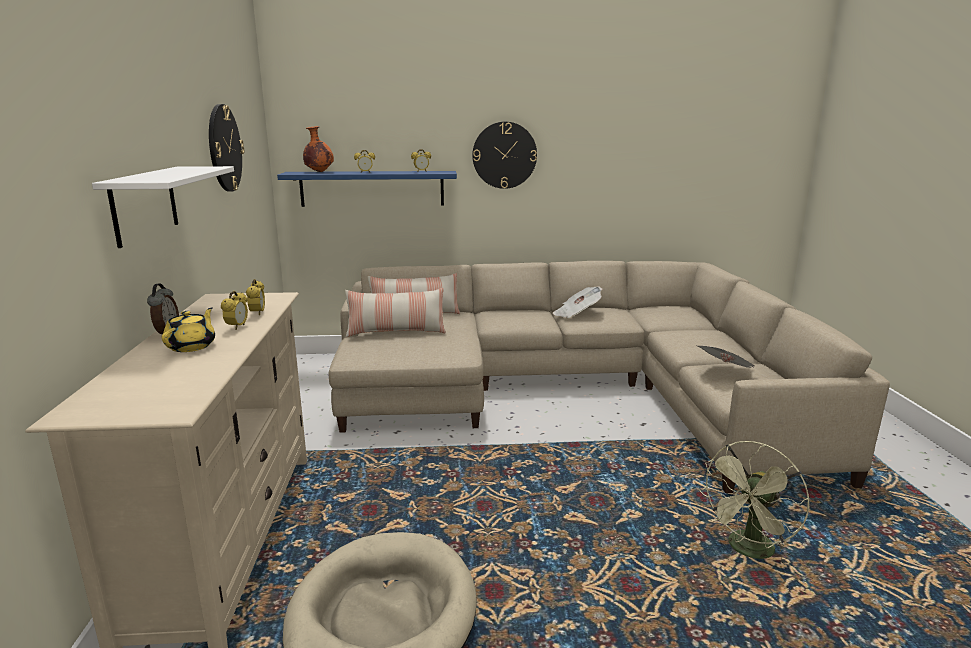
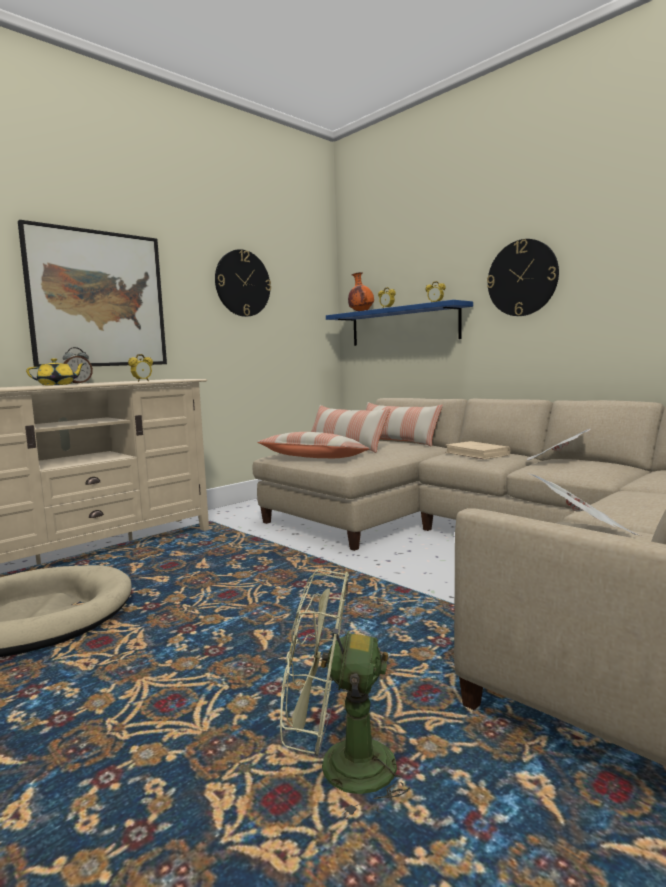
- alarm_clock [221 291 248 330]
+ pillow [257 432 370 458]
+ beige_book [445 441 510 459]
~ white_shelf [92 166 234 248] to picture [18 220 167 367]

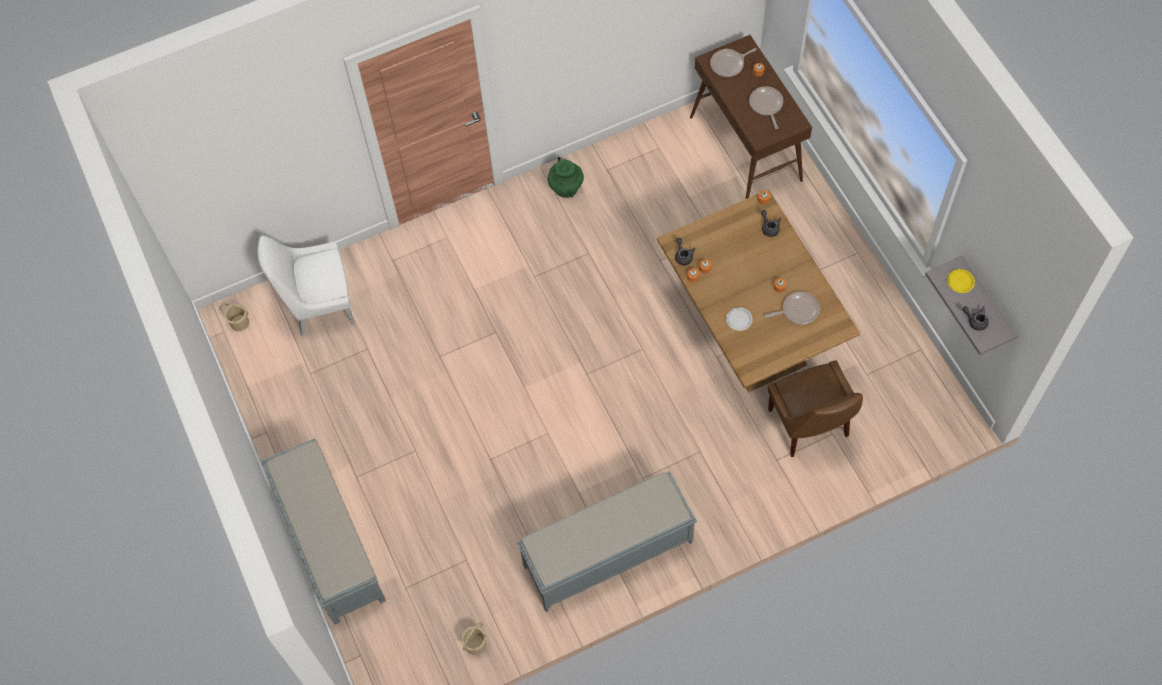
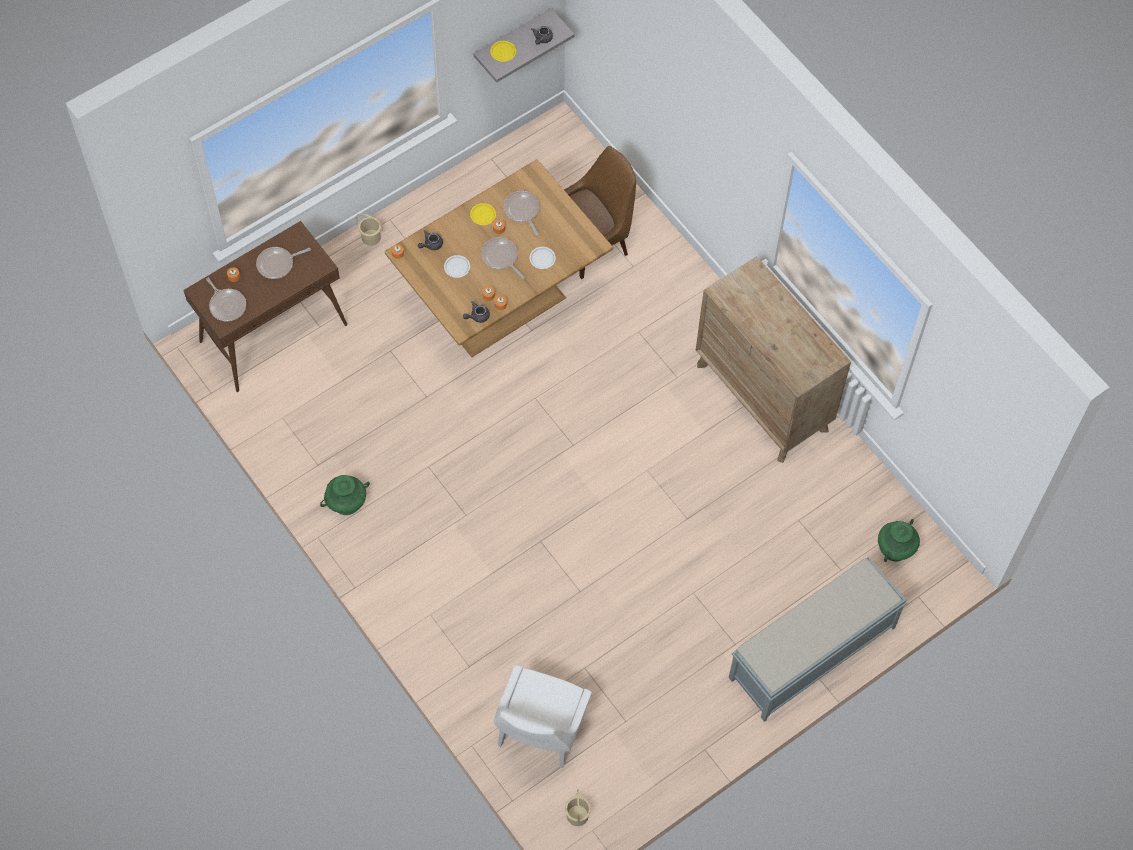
+ white_plate [444 255 470 278]
+ yellow_plate [470 203 496 225]
+ frying_pan [481 237 525 279]
+ green_vase [878 519 920 562]
~ beige_bucket [461 622 486 655] to [356 214 383 246]
~ grey_bench [517 471 697 612] to brown_dresser [696 256 851 463]
~ white_chair [257 236 354 336] = [494 665 592 768] 45 degrees clockwise

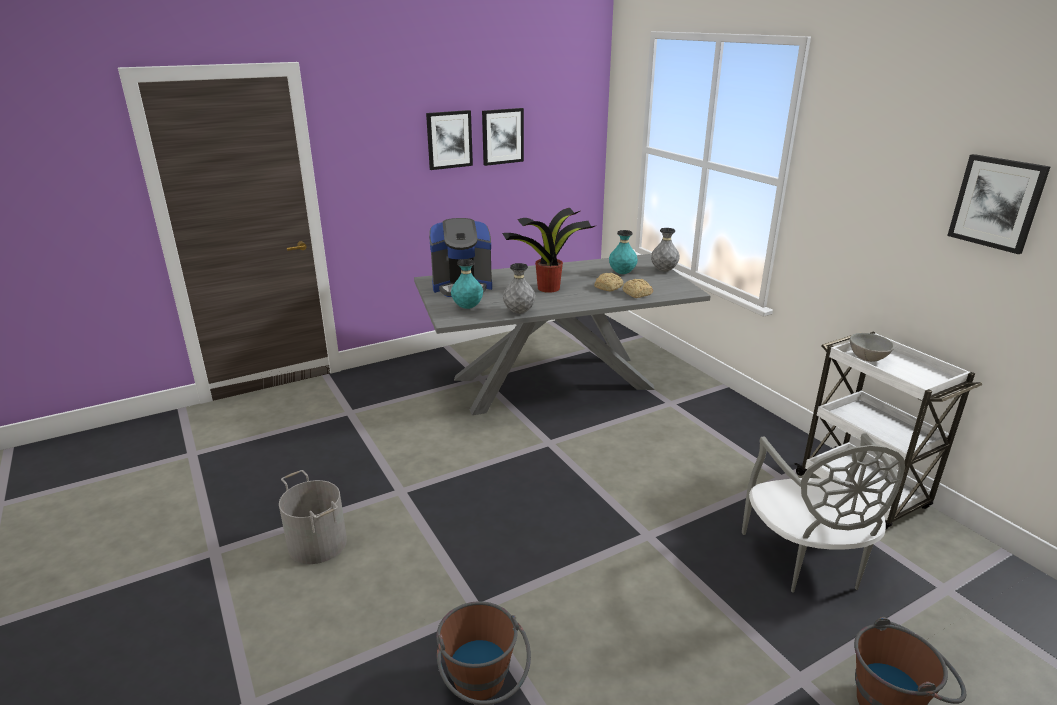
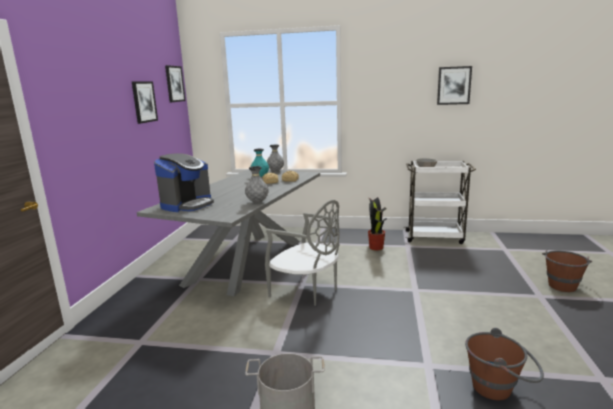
- turquoise_vase [451 259 483 309]
~ picture [426 110 473 170] to [165 65 185 102]
~ potted_plant [502 208 595 293] to [368 197 387 251]
~ grey_chair [742 434 905 593] to [265 200 340 306]

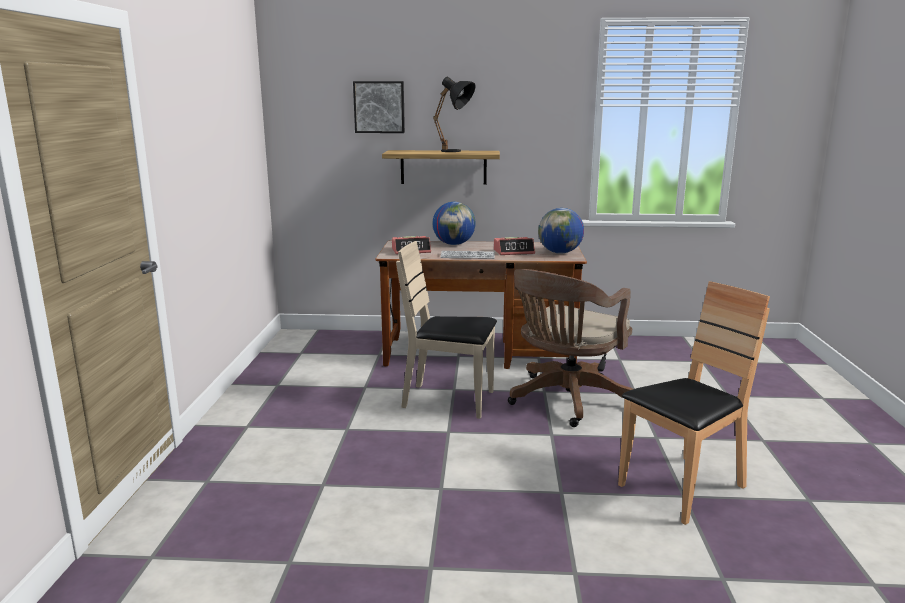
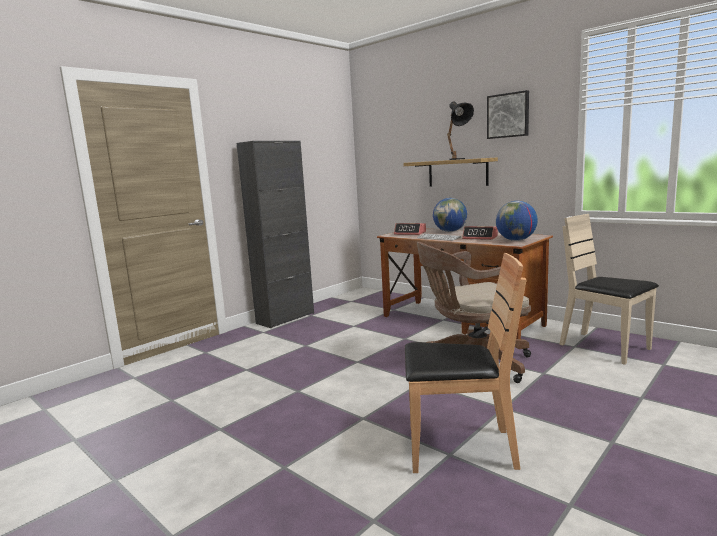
+ black_cabinet [237 141 314 328]
~ picture [353 81 405 133] to [487 90 529 139]
~ beige_chair [396 241 497 419] to [560 214 659 365]

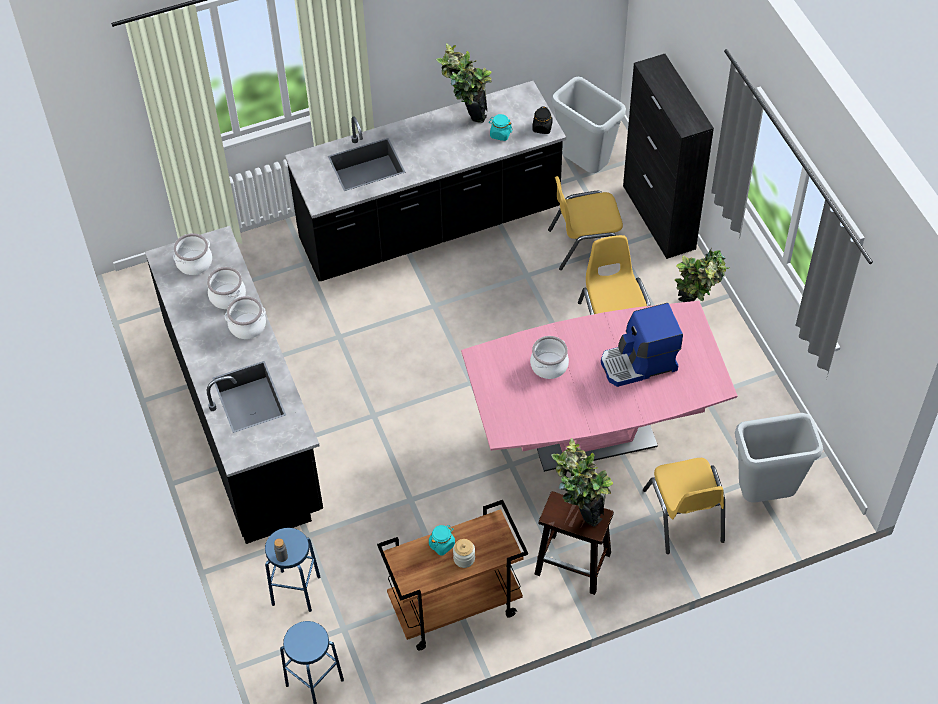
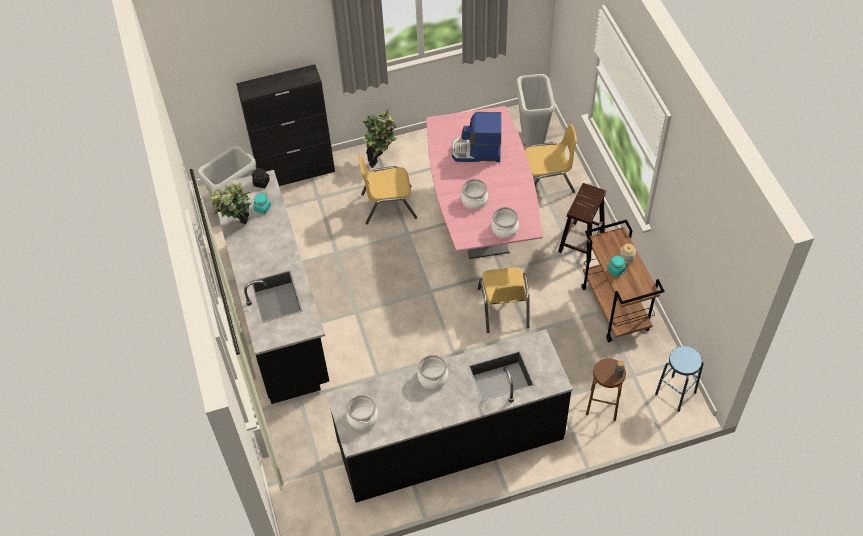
- potted_plant [551 438 613 527]
~ cooking_pot [207 267 246 309] to [491 207 519 238]
~ yellow_chair [548 176 623 270] to [478 267 530 333]
~ blue_stool [265 528 321 612] to brown_stool [586 358 626 421]
~ coffee_machine [601 303 683 387] = [452 112 501 162] 105 degrees clockwise

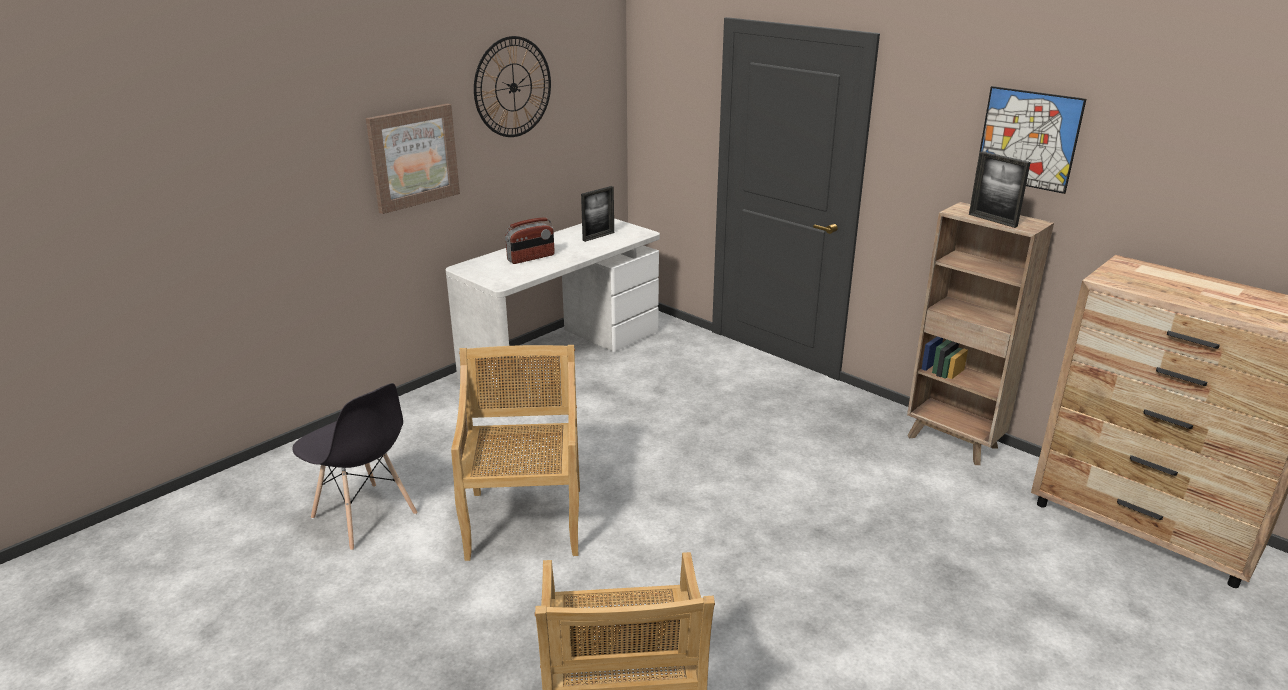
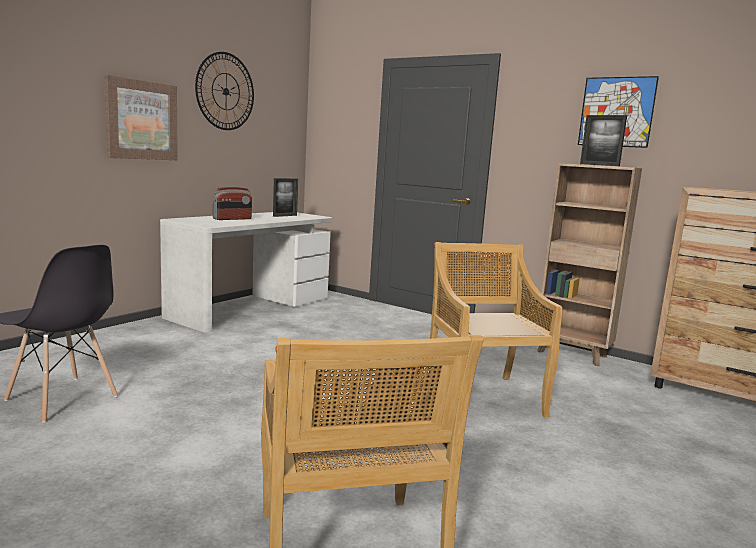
~ beige_chair [451 345 580 561] to [429 242 562 417]

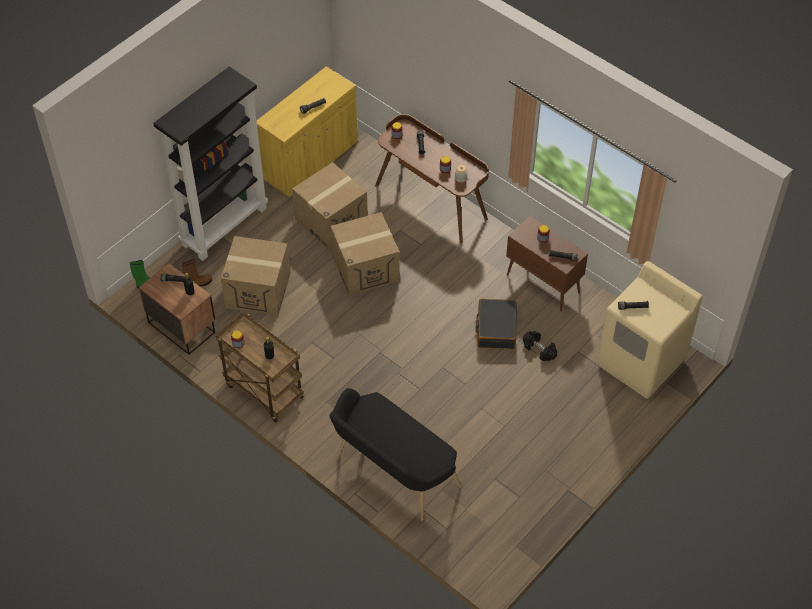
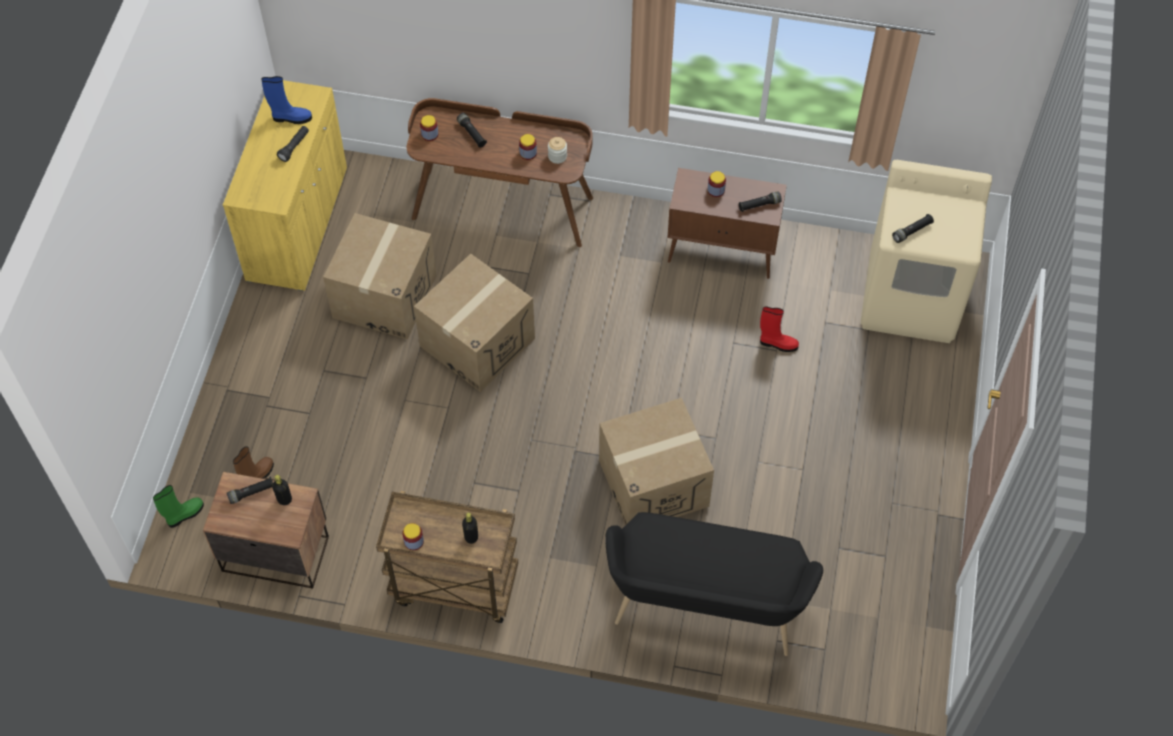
- black_bookcase [153 66 268 261]
- black_suitcase [476 299 517 349]
+ blue_boot [261 76 312 124]
~ cardboard_box [221 236 291 316] to [599 398 714 525]
~ black_dumbbell [523 331 557 362] to red_boot [760 306 799 352]

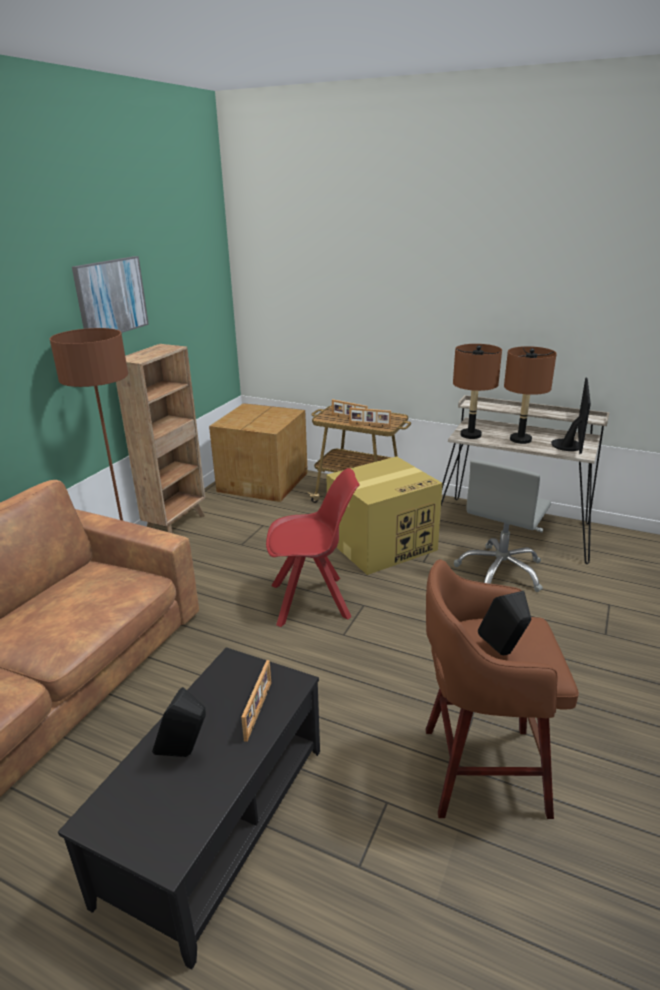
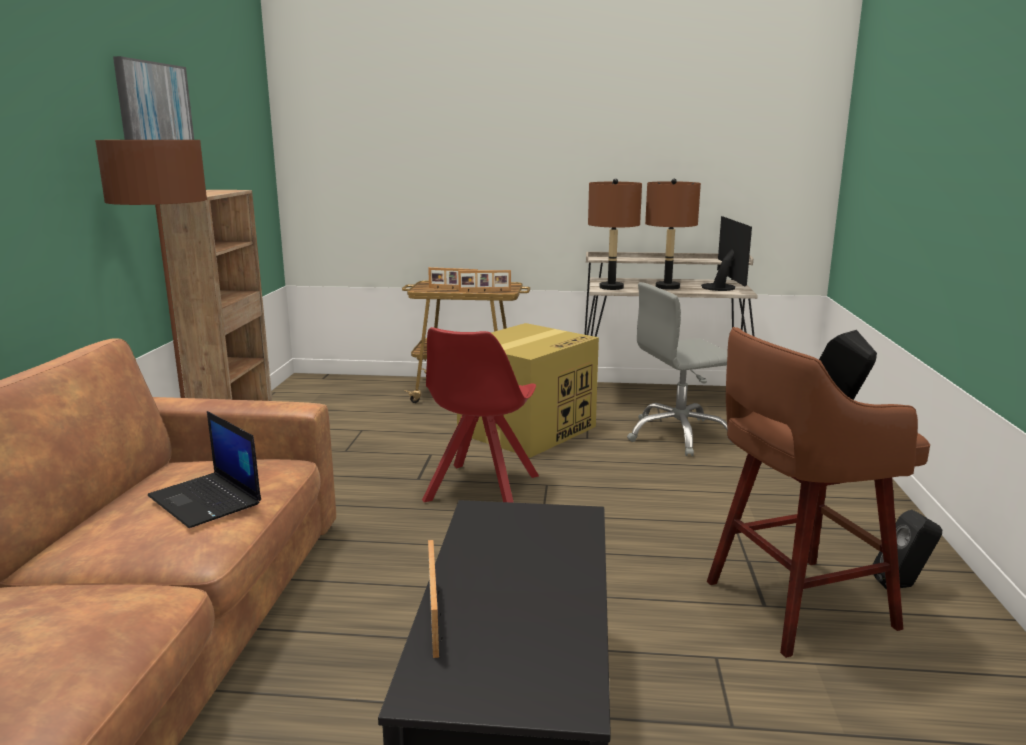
- cardboard_box [209 403 308 502]
+ laptop [148 411 261 528]
~ black_speaker [152 687 206 757] to [872 510 942 590]
~ picture_frame [241 660 271 742] to [428 540 443 658]
~ red_chair [266 468 359 627] = [422 327 539 503] 135 degrees clockwise
~ grey_office_chair [454 460 551 592] = [627 282 733 456] 60 degrees clockwise

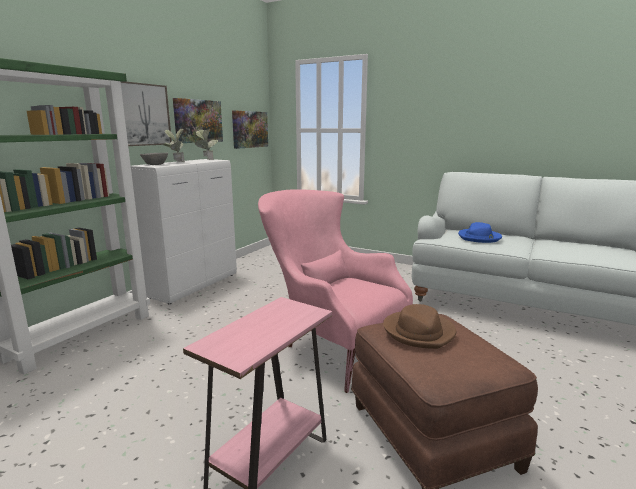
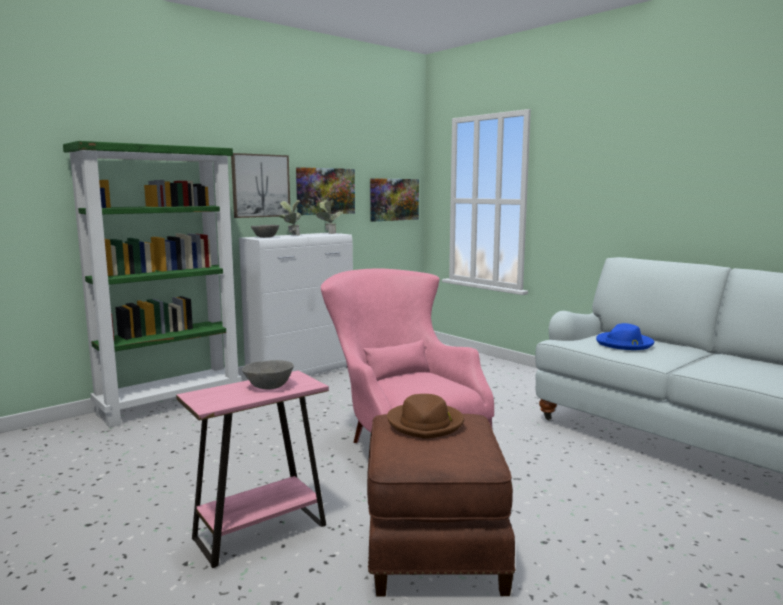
+ grey_bowl [242 360 294 389]

